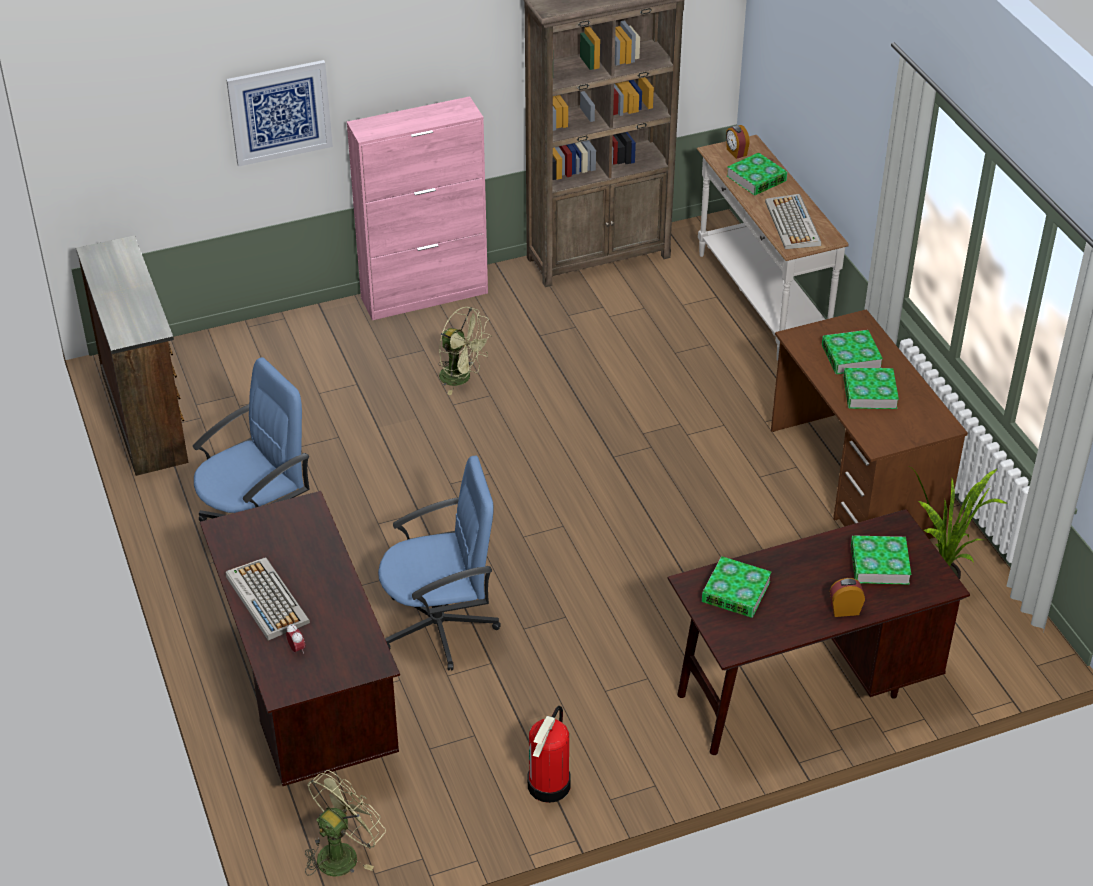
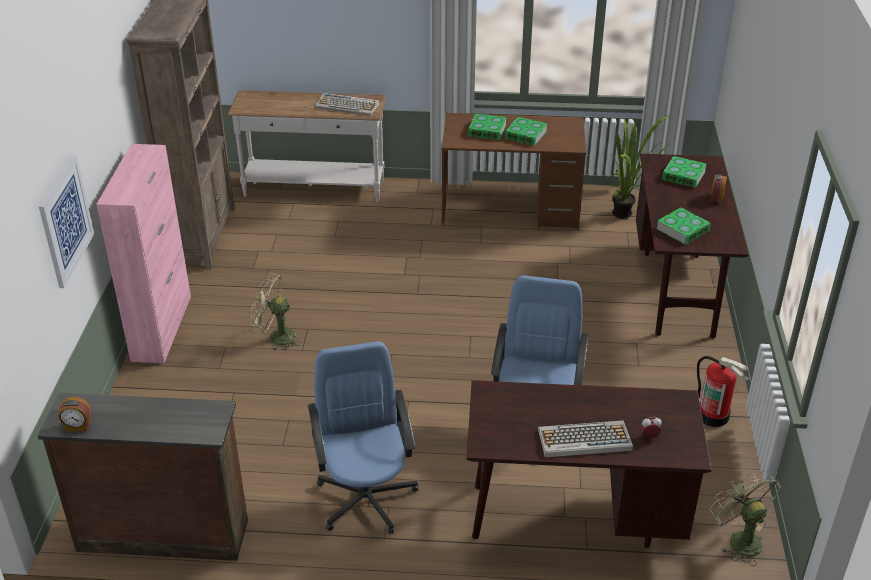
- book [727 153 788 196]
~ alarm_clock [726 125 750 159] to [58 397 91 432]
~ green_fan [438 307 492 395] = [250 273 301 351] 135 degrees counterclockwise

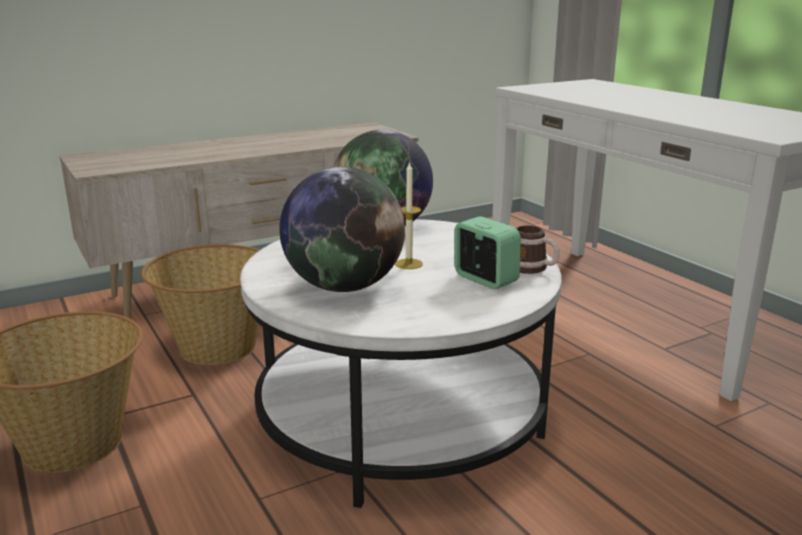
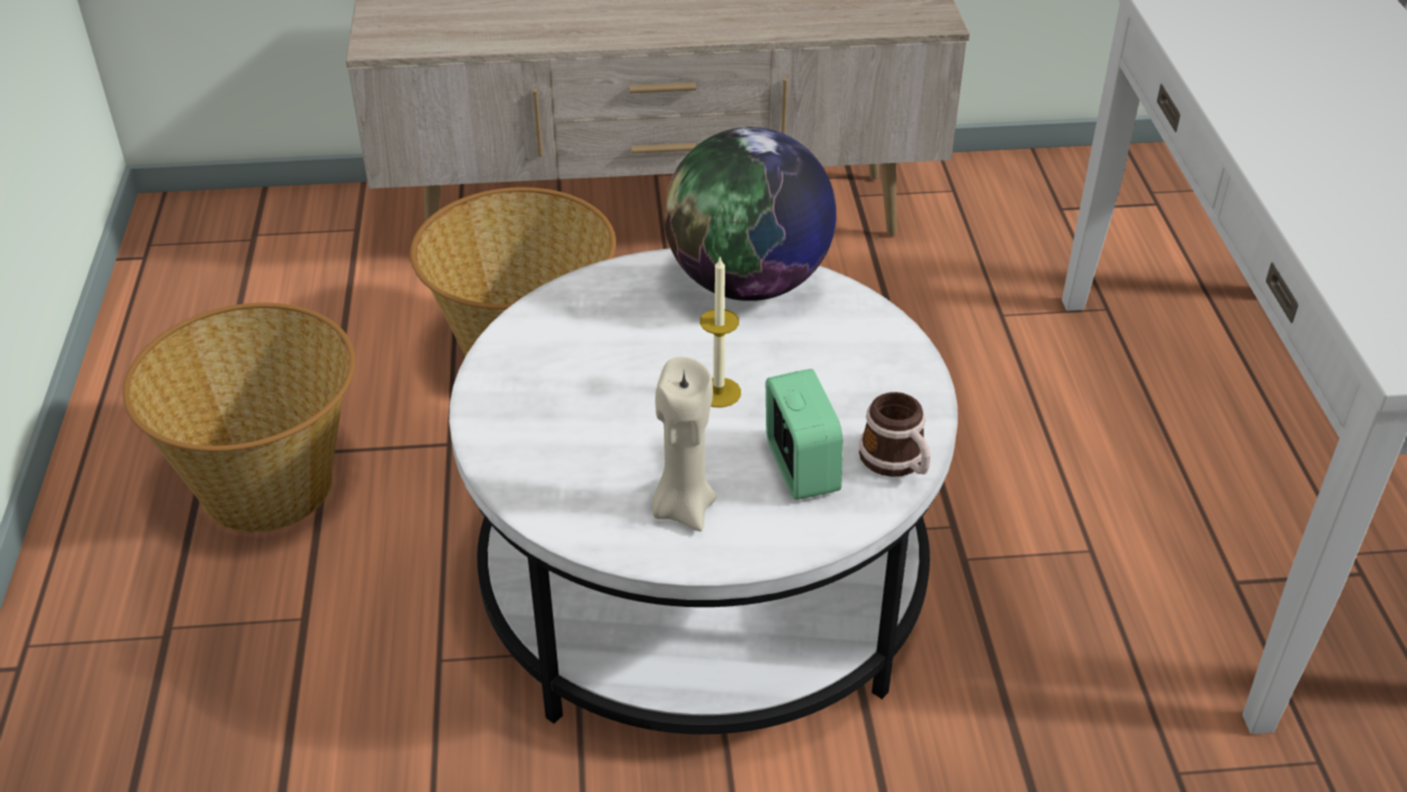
- globe [279 167 405 292]
+ beige_candle [651 357 716 532]

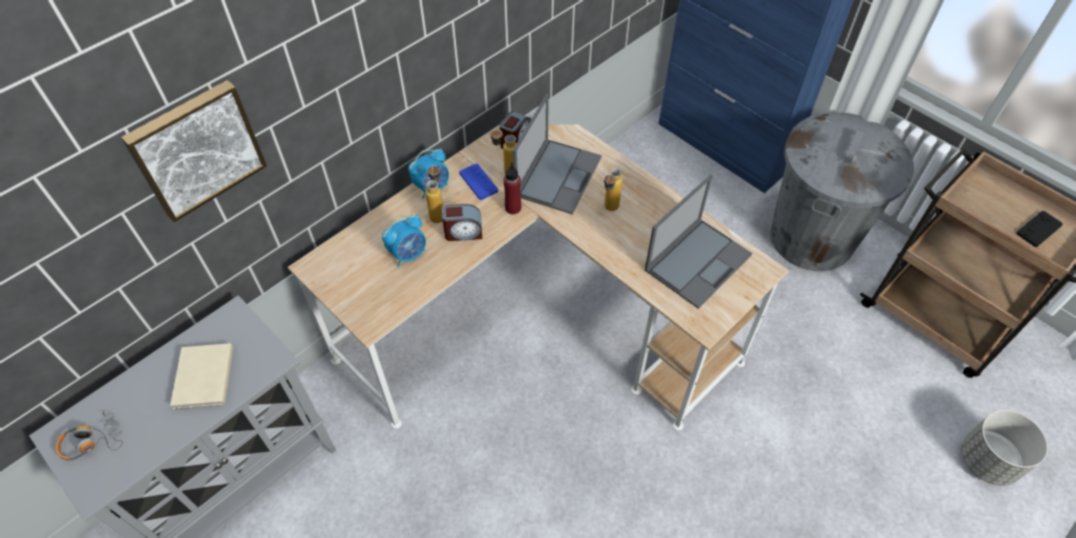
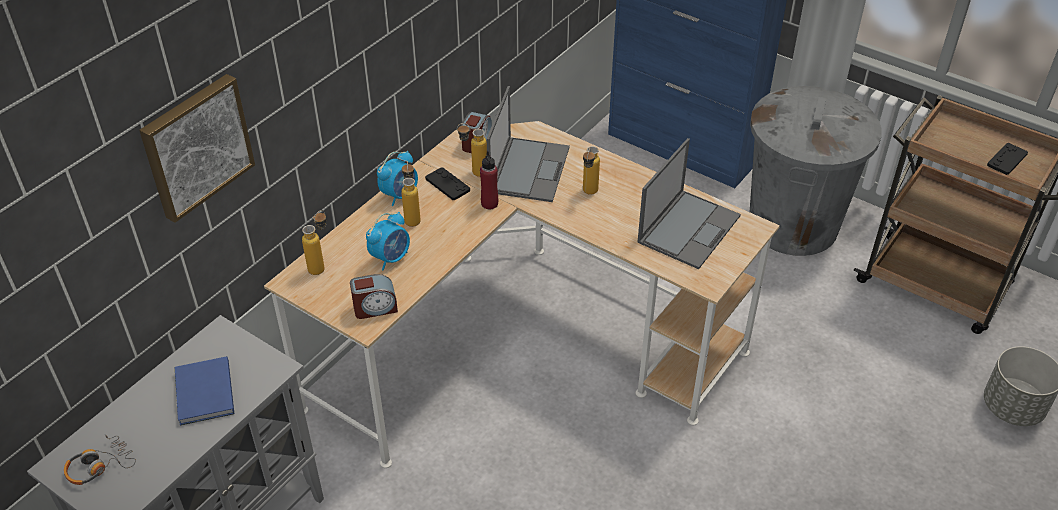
+ bottle [302 210 326 275]
~ alarm_clock [442 204 482 241] to [350 274 398 319]
~ beige_book [170 343 233 409] to blue_book [175 356 235 425]
~ blue_game_controller [459 164 498 200] to black_game_controller [425 167 470 201]

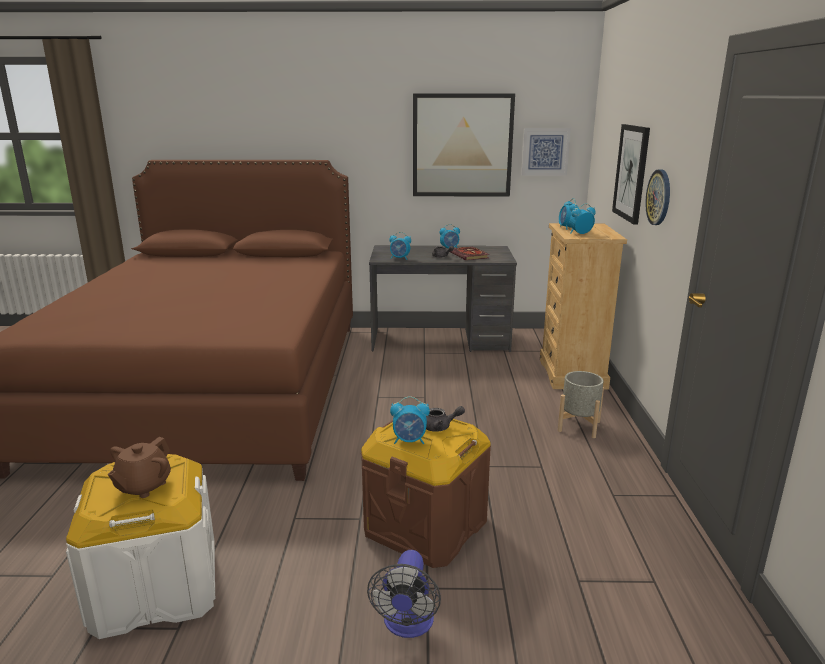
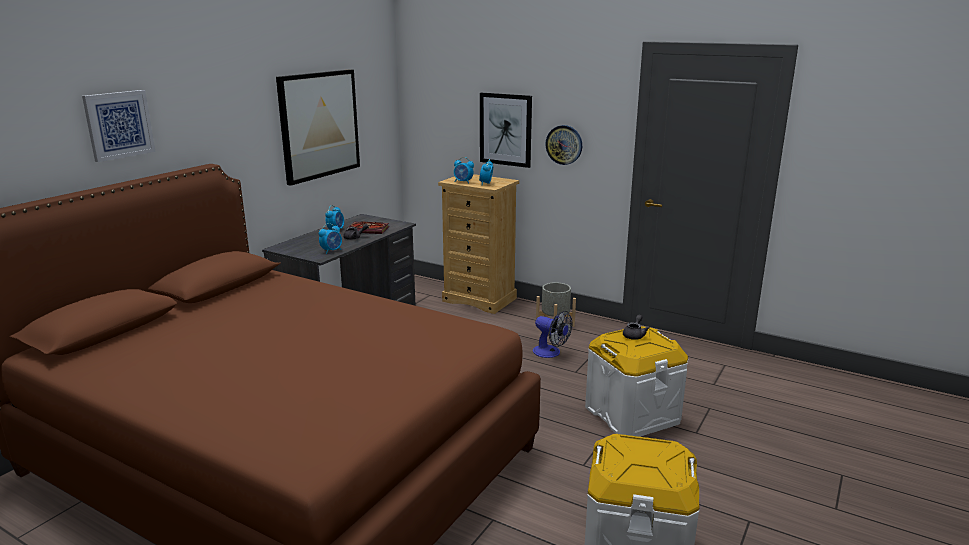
- brown_teapot [108 437 171 498]
- alarm_clock [390 396 430 444]
~ fan [367 550 441 638] to [533 311 572 358]
~ picture [521 128 571 176] to [82 90 155 162]
~ brown_storage_box [361 419 491 568] to white_storage_box [585 326 688 437]

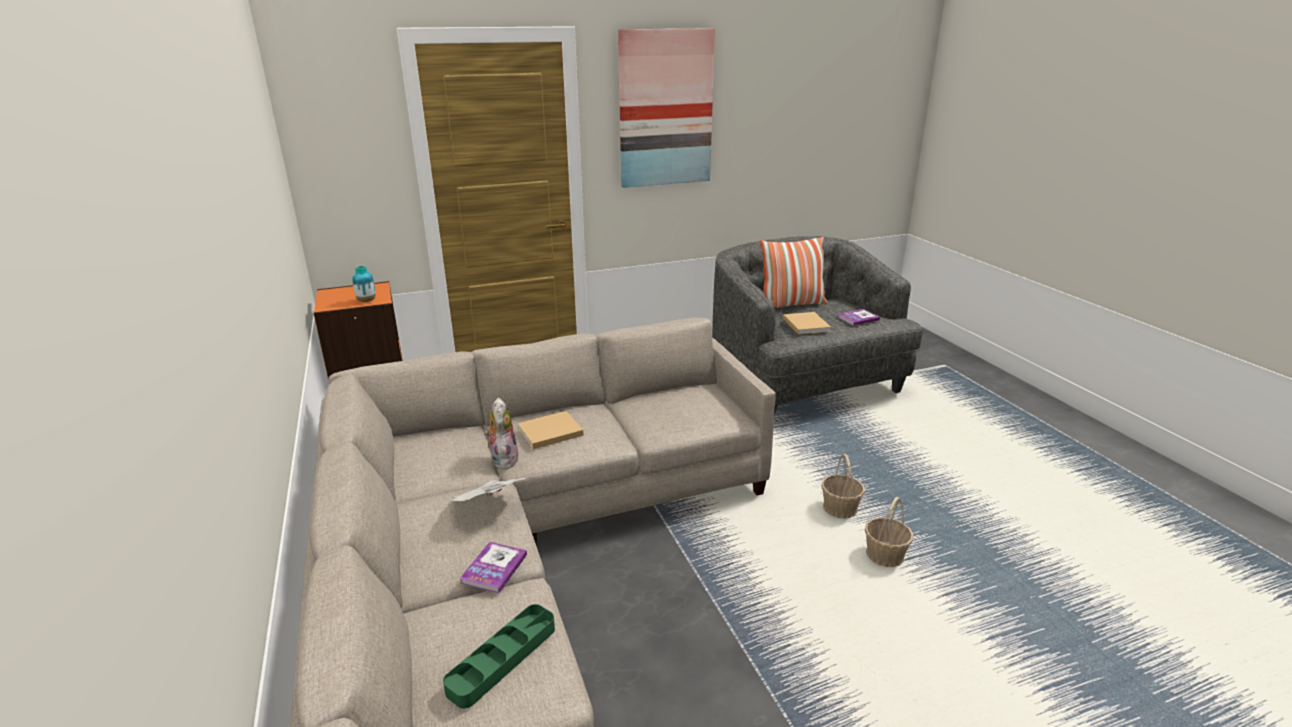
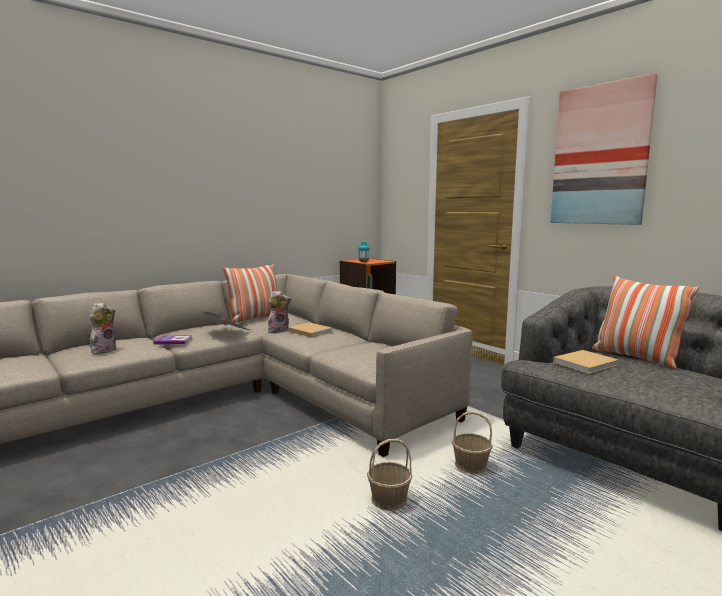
- book [837 309 880 326]
+ pillow [223 264 277 323]
~ basket [865 497 913 567] to [452 411 493 474]
~ green_tray [443 604 555 709] to plush_toy [90 302 117 354]

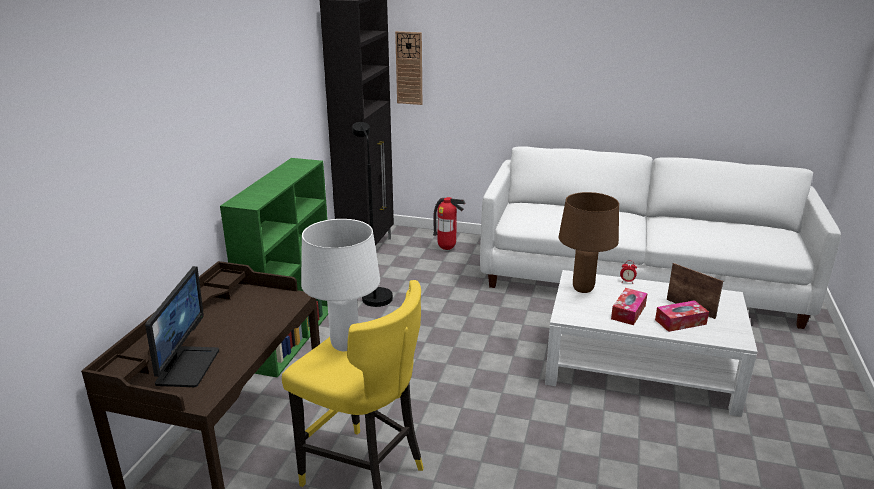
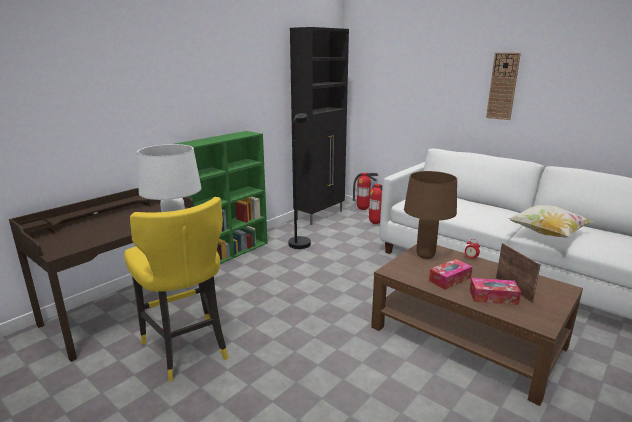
- monitor [145 266 219 387]
+ fire_extinguisher [352 173 378 210]
+ pillow [508 205 593 238]
~ wall_clock [395 31 422 105] to [486 53 521 120]
~ white_coffee_table [545 270 758 417] to brown_coffee_table [371 244 583 406]

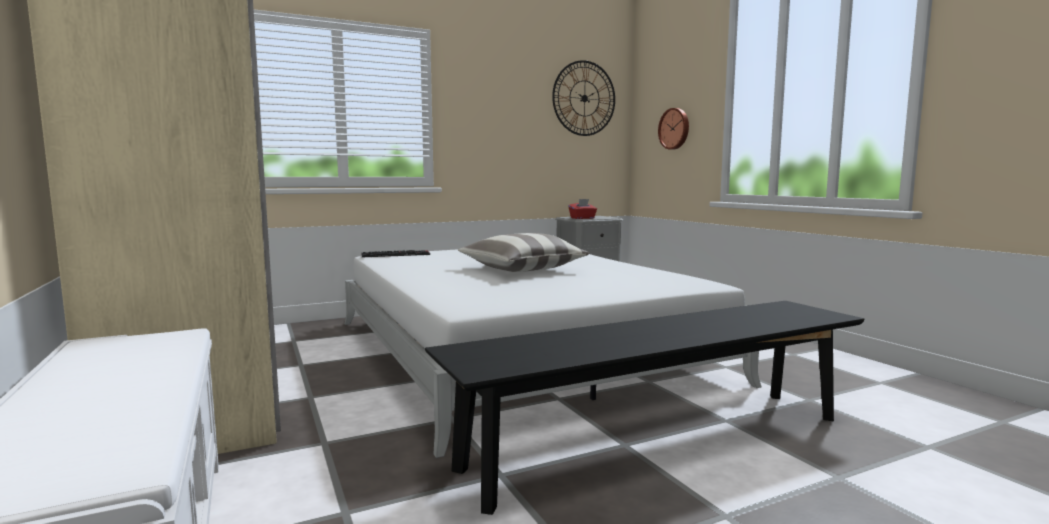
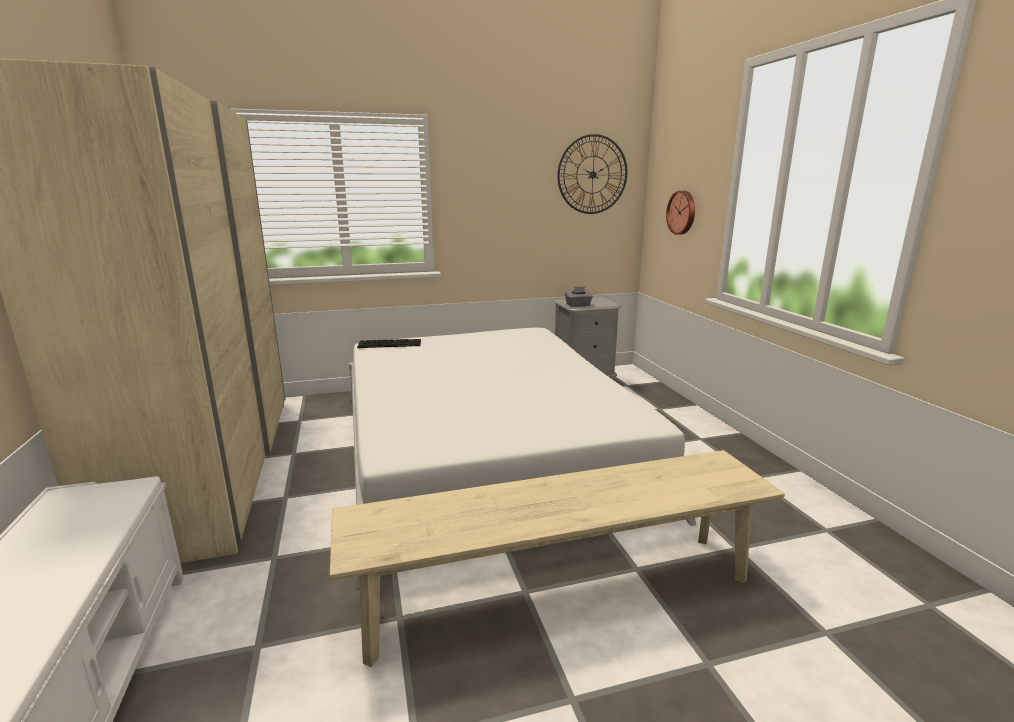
- pillow [458 233 590 272]
~ black_bench [425 301 864 515] to beige_bench [330 450 785 667]
~ red_tissue_box [568 199 597 219] to grey_tissue_box [565 286 593 307]

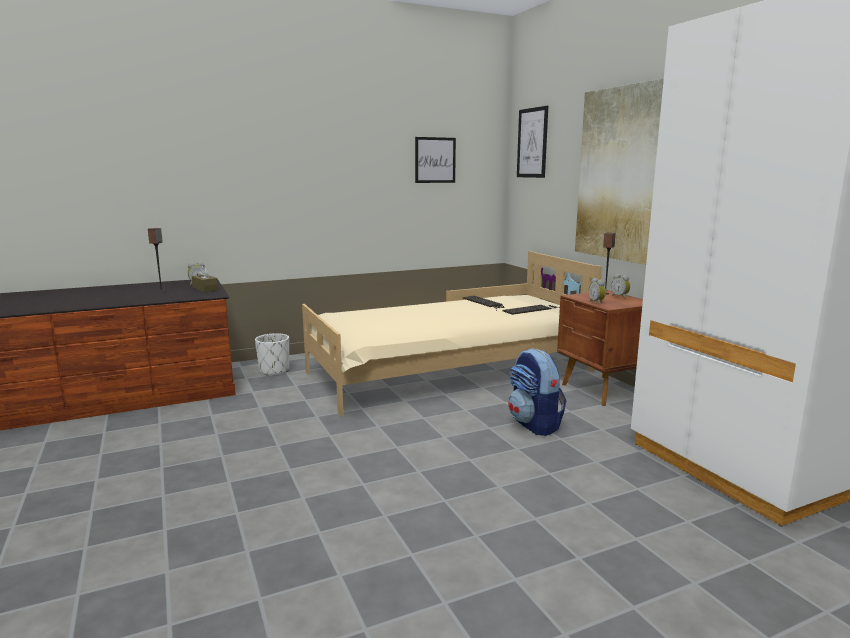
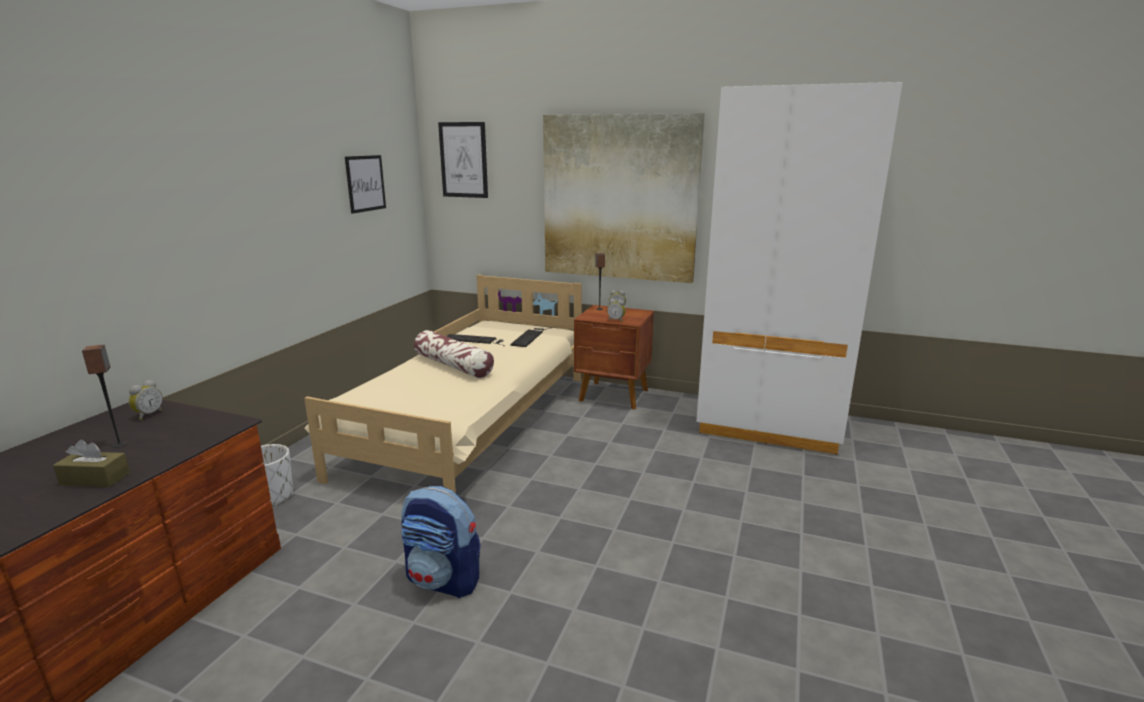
+ pillow [414 330 494 378]
~ brown_tissue_box [192 265 218 292] to [53 440 130 487]
~ backpack [508 348 566 436] to [401 486 481 598]

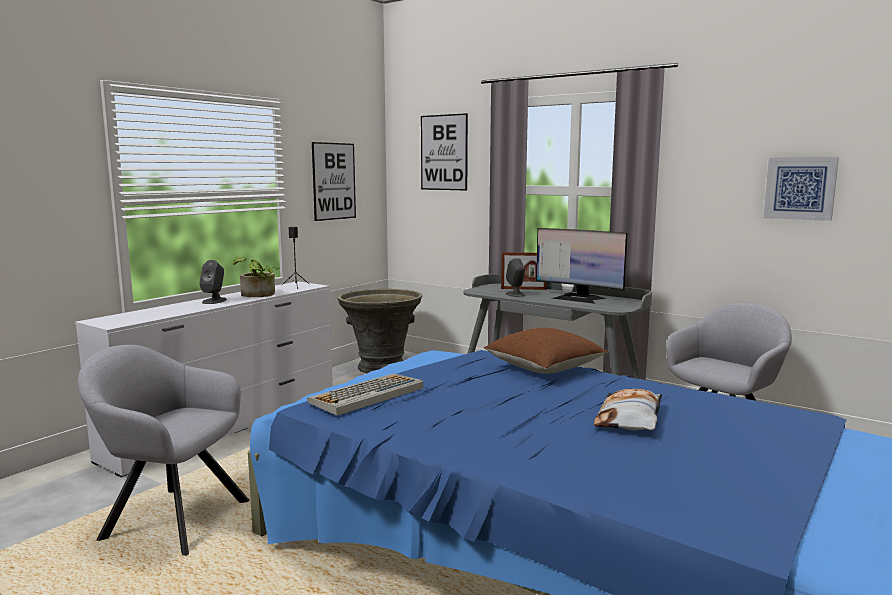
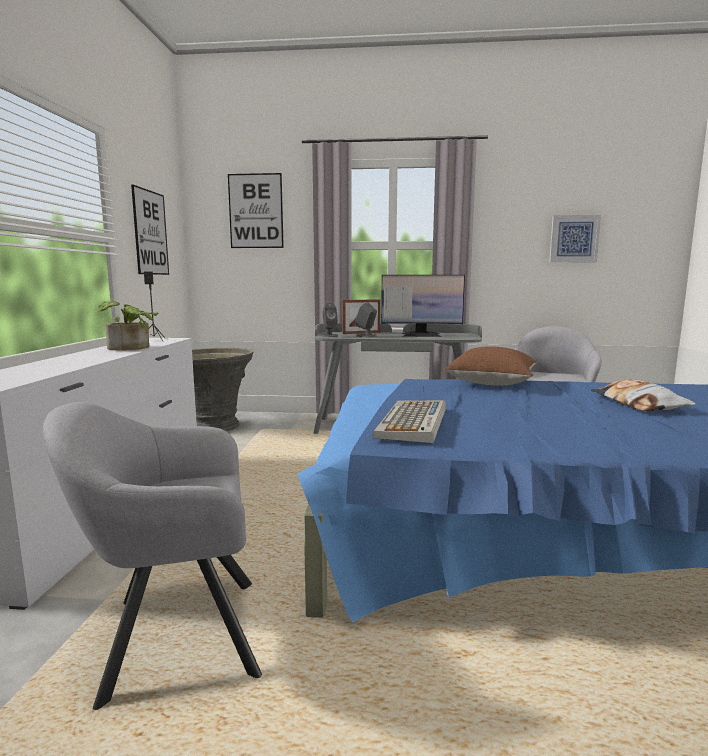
~ grey_speaker [199 260 227 304] to [321 302 338 337]

